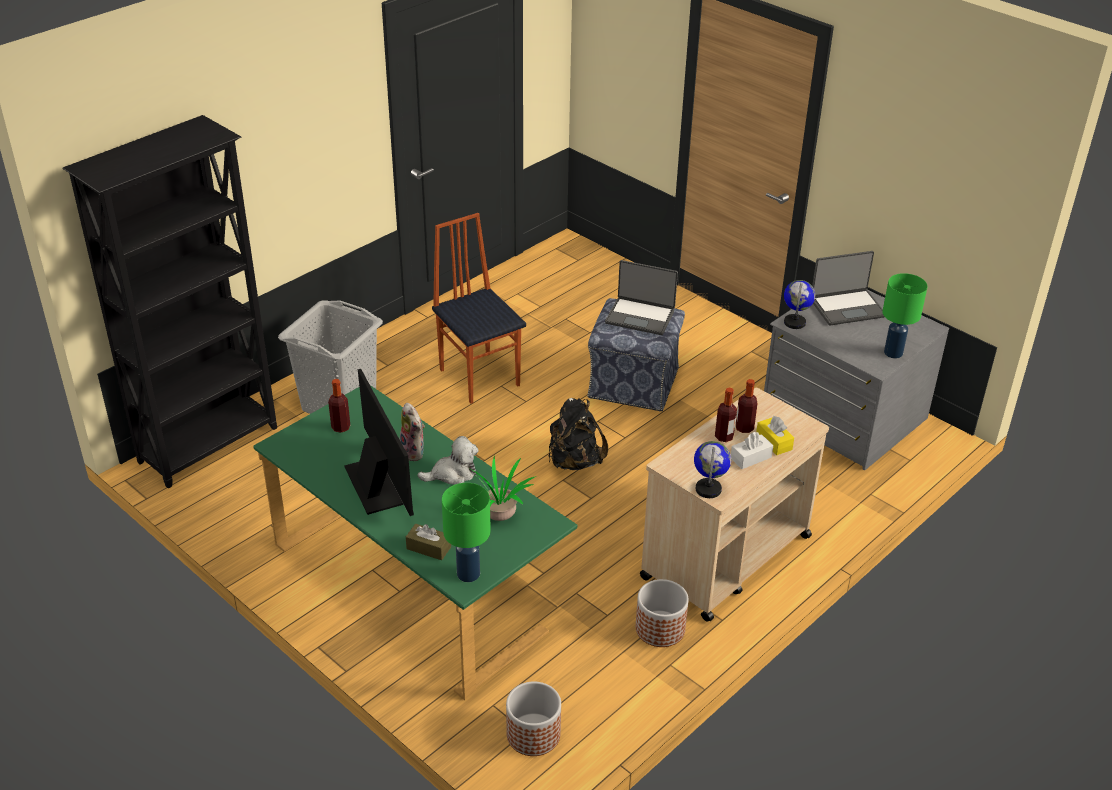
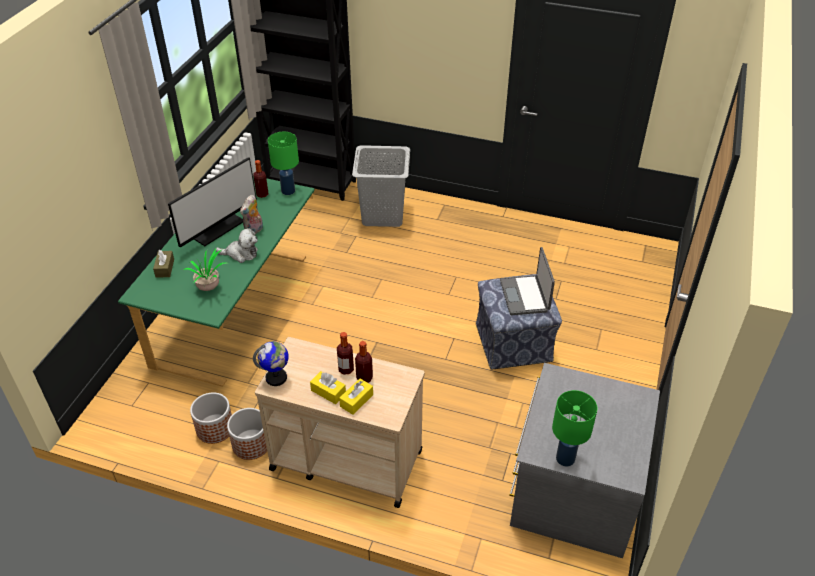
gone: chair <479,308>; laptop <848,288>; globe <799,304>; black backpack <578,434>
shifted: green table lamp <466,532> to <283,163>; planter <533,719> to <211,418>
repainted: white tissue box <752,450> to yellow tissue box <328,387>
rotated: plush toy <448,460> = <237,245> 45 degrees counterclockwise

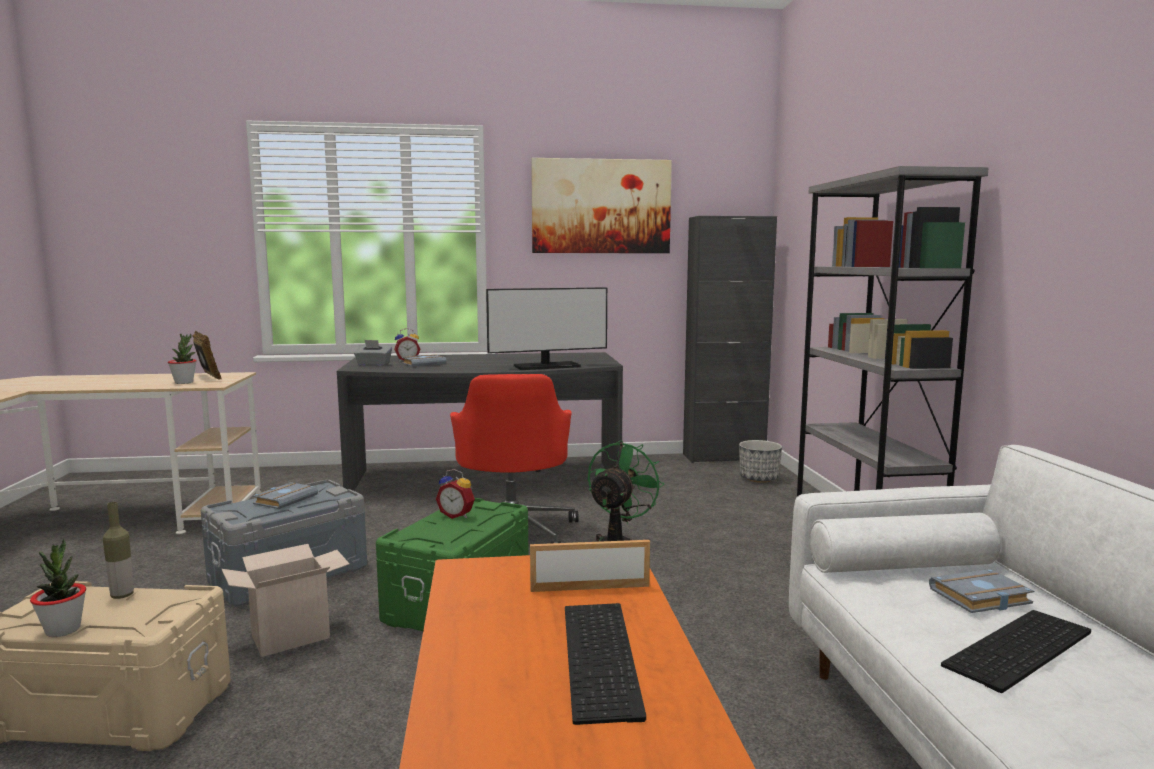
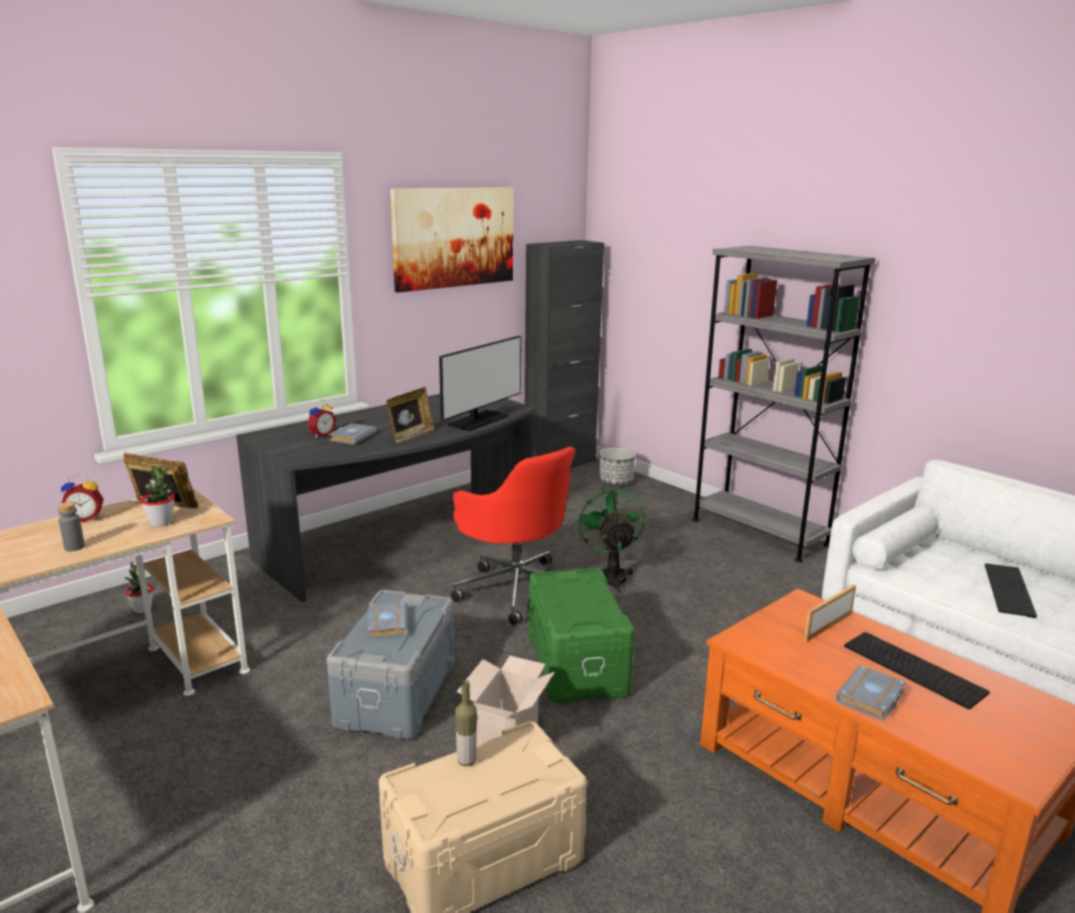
gone: grey tissue box <373,353>
new: picture frame <410,415>; grey bottle <71,526>
shifted: alarm clock <455,494> to <82,498>; potted plant <58,587> to <139,587>; grey book <981,591> to <870,693>

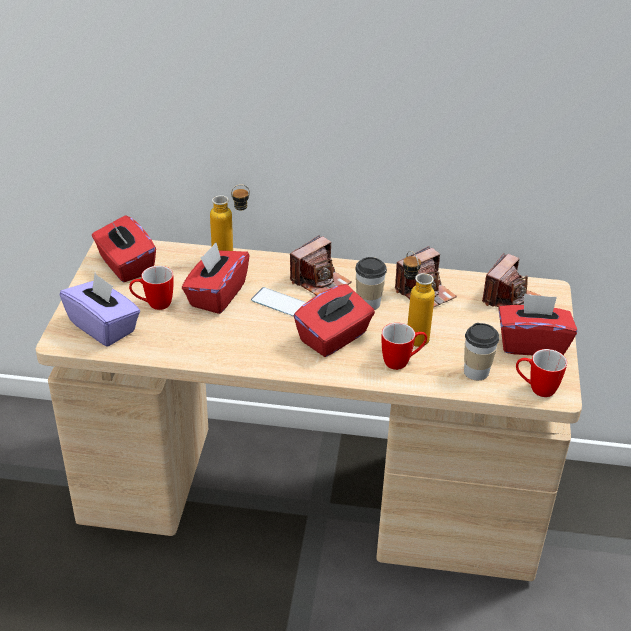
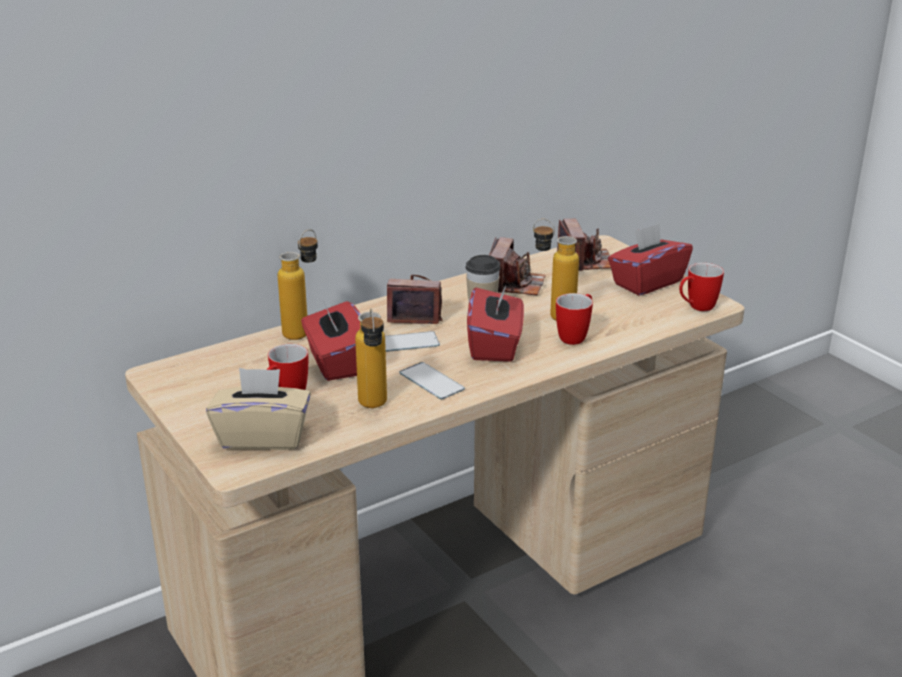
gone: red tissue box <124,248>; cup <481,351>
new: bottle <371,358>; phone <432,380>
repainted: purple tissue box <100,310> to beige tissue box <258,409>
rotated: photo camera <320,265> = <414,299> 90 degrees counterclockwise

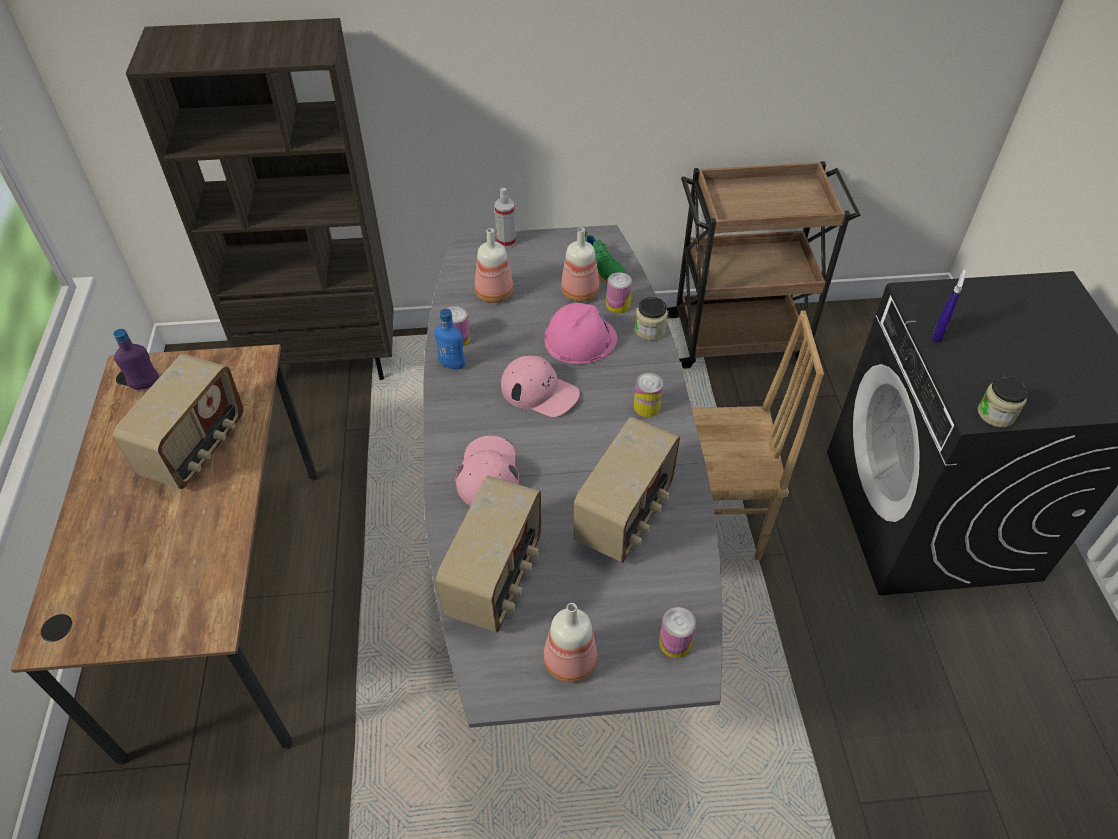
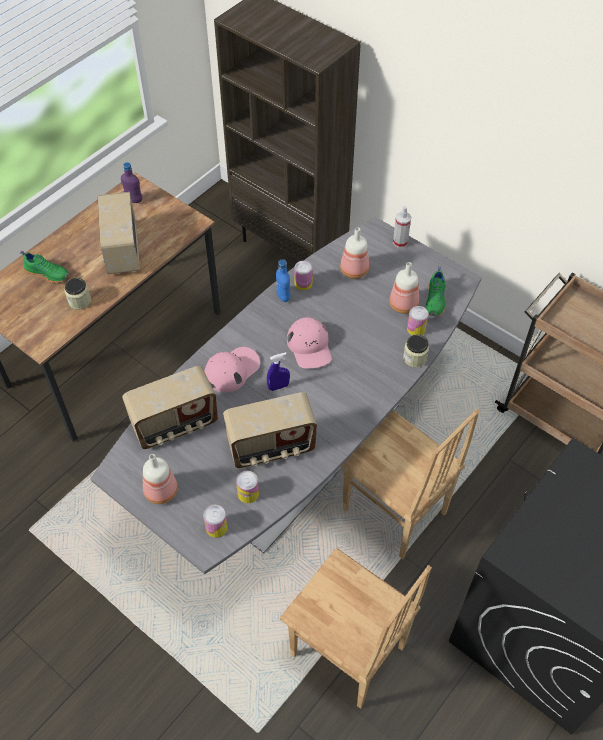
gone: pink hard hat <580,333>
new: green shoe <44,267>; brown chair <356,628>
shifted: blue spray bottle <949,306> to <278,371>; can <648,395> to <247,487>; jar <1003,401> to <78,294>
rotated: radio <178,421> = <119,233> 105 degrees clockwise

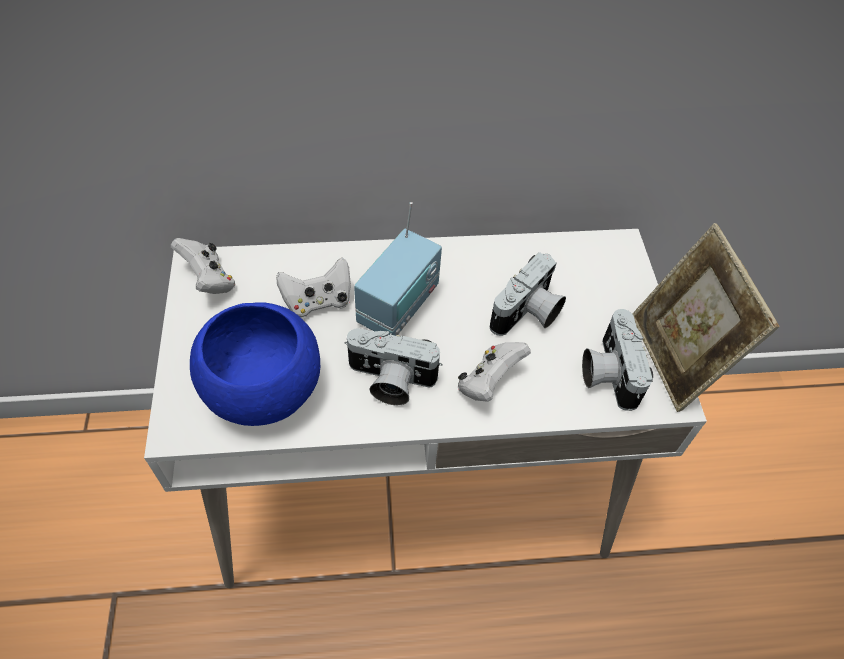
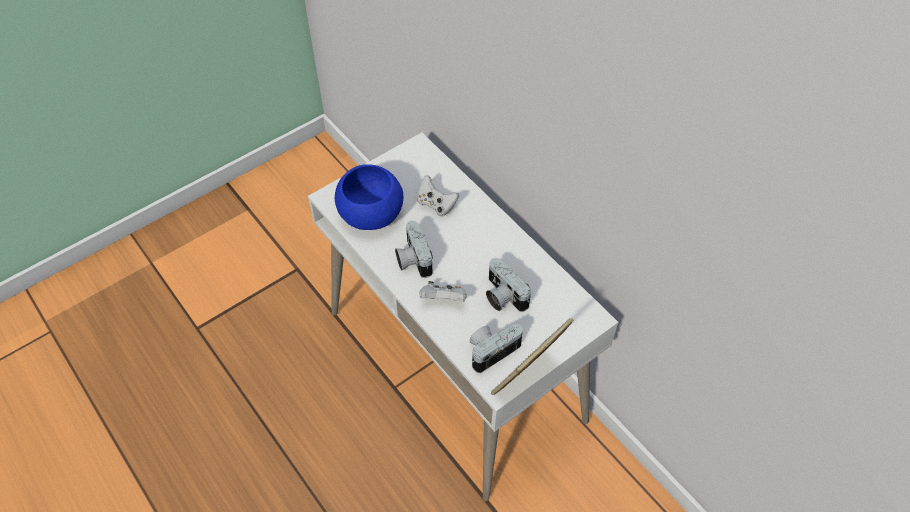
gone: radio <398,269>; white game controller <203,266>
rotated: photo camera <528,294> = <508,285> 45 degrees clockwise

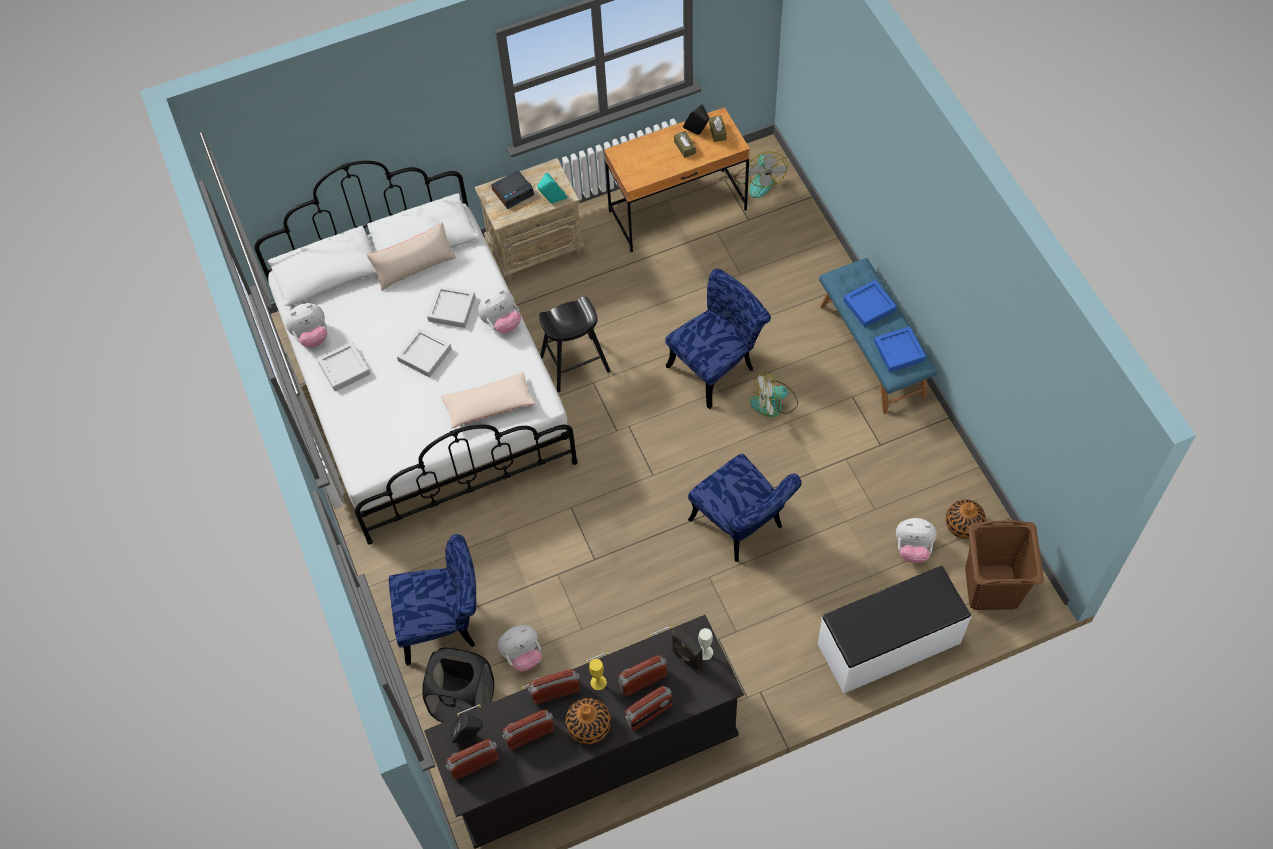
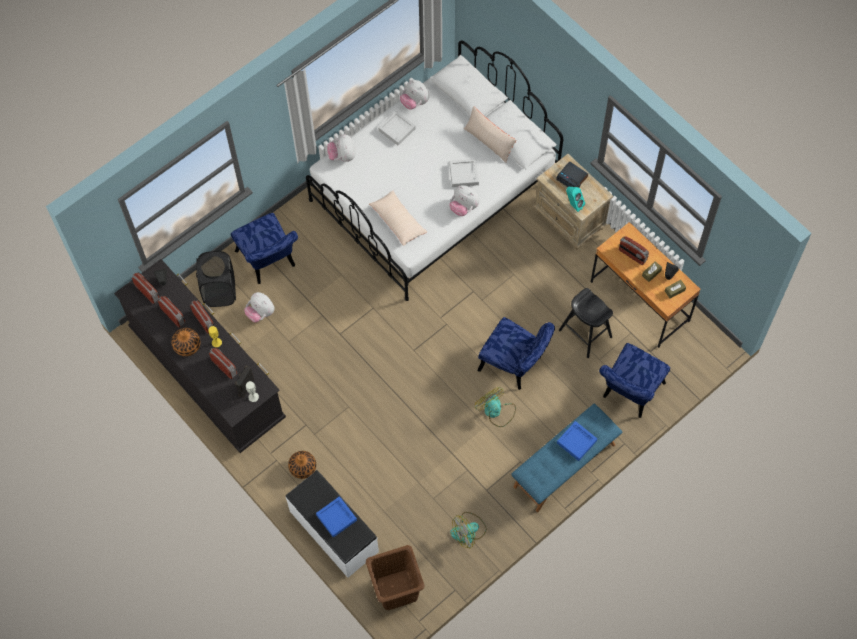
gone: grey tray <424,352>
shifted: fan <761,174> to <468,530>; black stool <574,344> to <586,323>; blue tray <900,349> to <336,516>; blue chair <745,507> to <634,380>; vase <966,519> to <302,465>; plush toy <916,540> to <341,148>; radio <648,708> to <634,250>

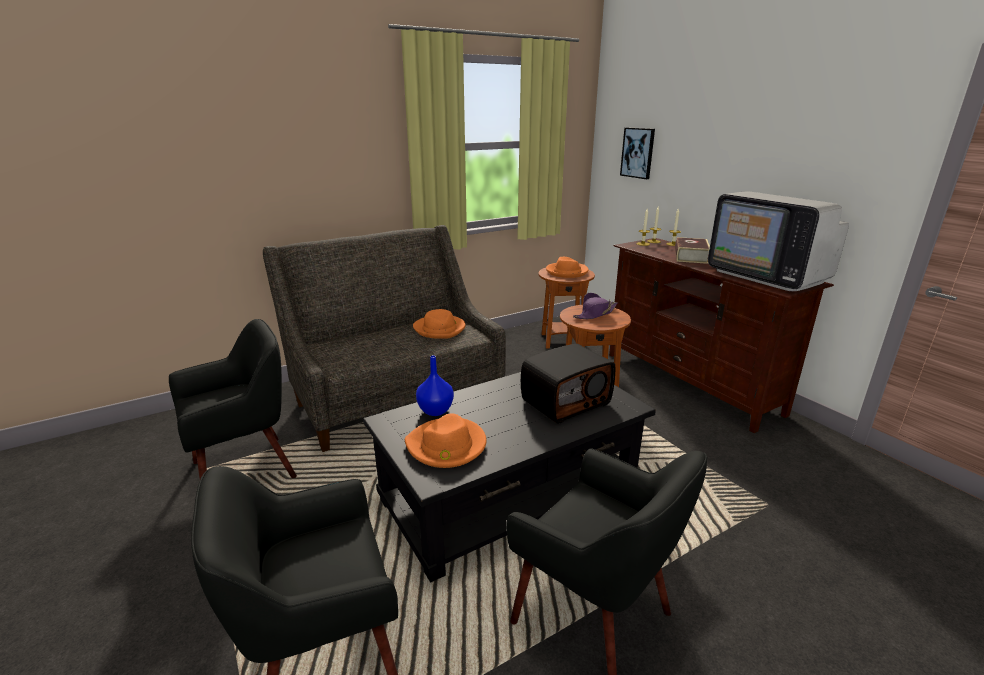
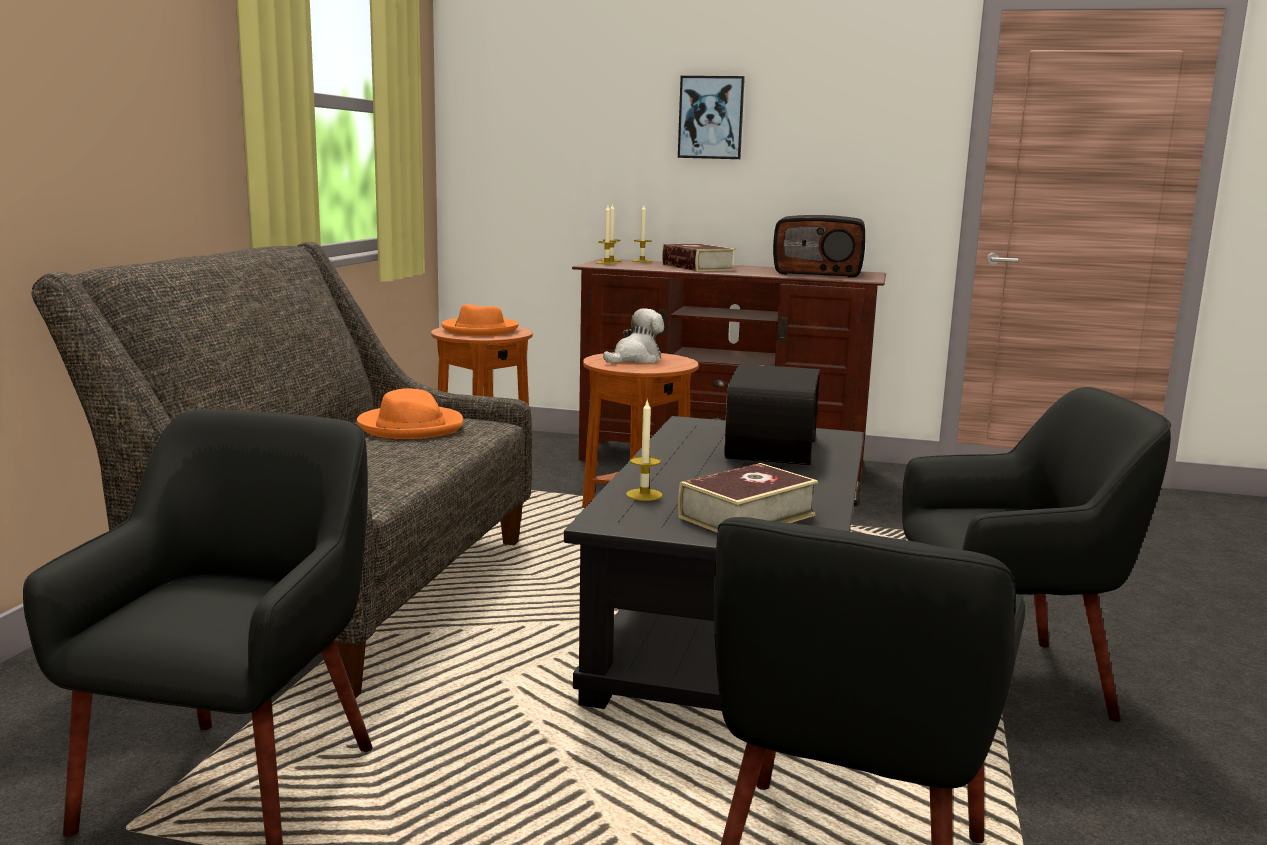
shifted: picture <637,153> to <711,117>
swapped: television <778,241> to radio <819,246>; purple hat <595,306> to plush toy <633,336>; blue vase <435,385> to candle <644,451>; orange hat <446,441> to book <748,498>

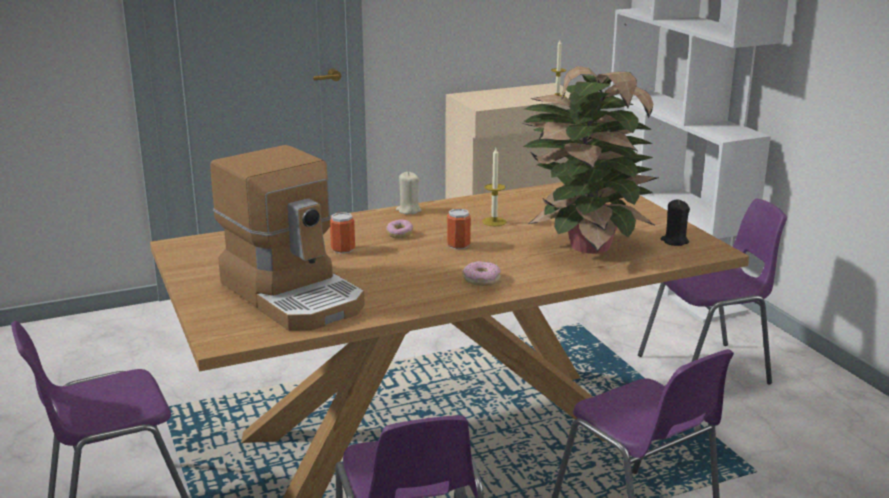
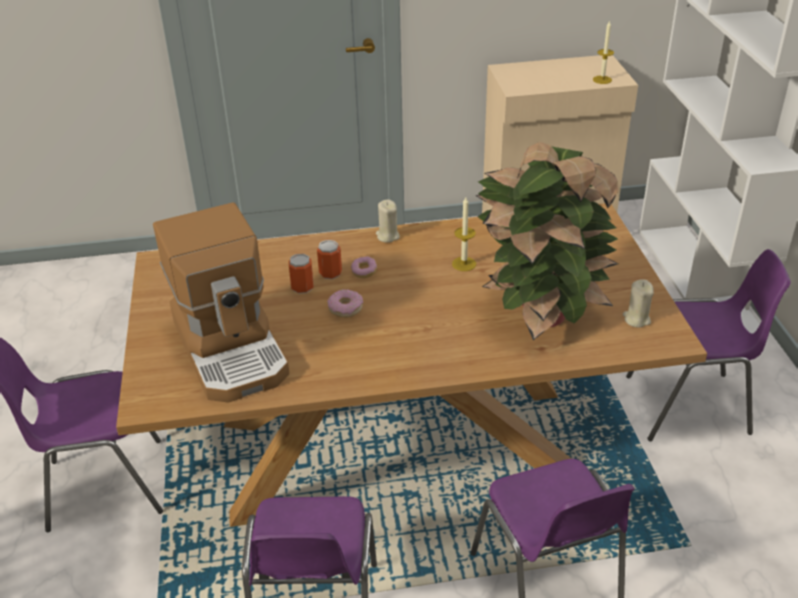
shifted: can <459,229> to <329,259>; donut <482,273> to <345,303>
repainted: black candle <675,223> to beige candle <638,303>

